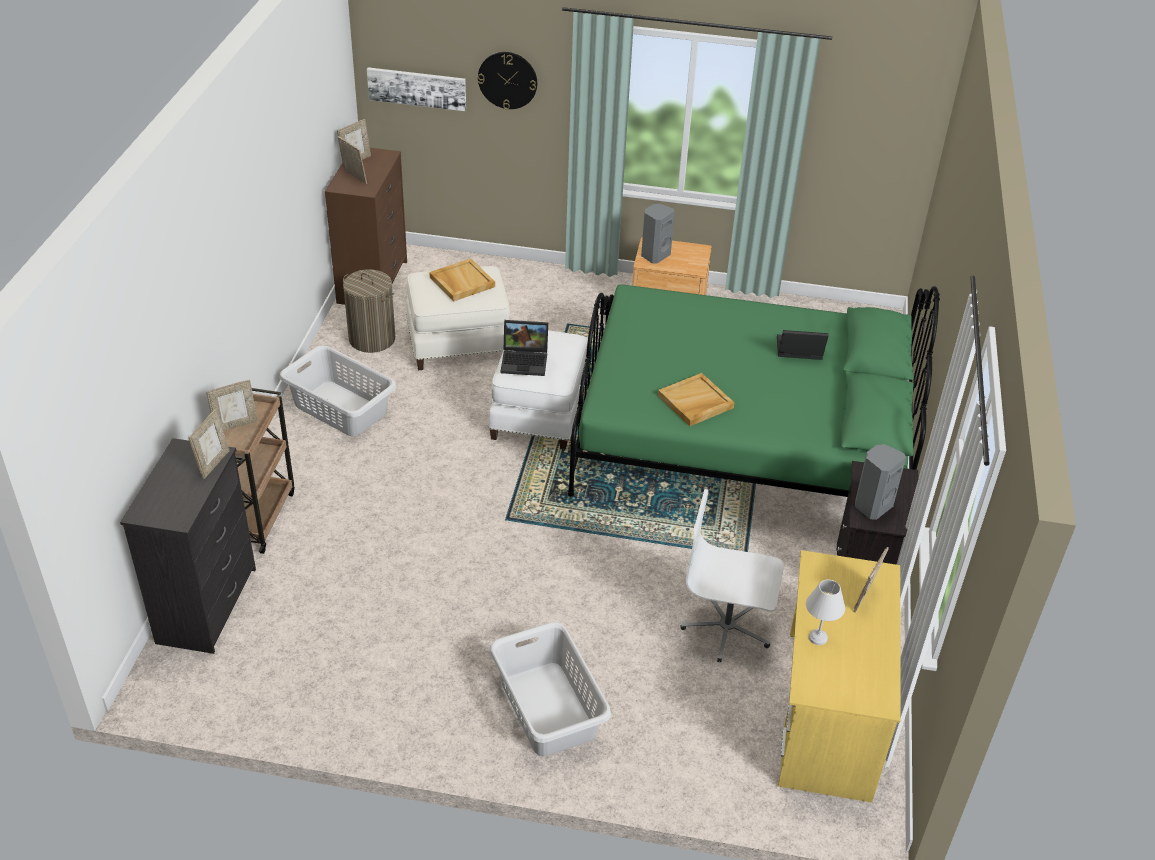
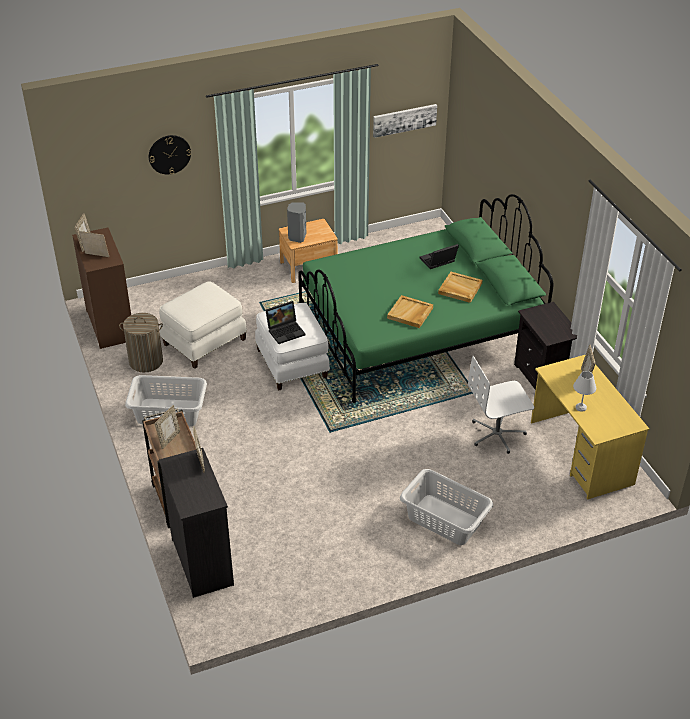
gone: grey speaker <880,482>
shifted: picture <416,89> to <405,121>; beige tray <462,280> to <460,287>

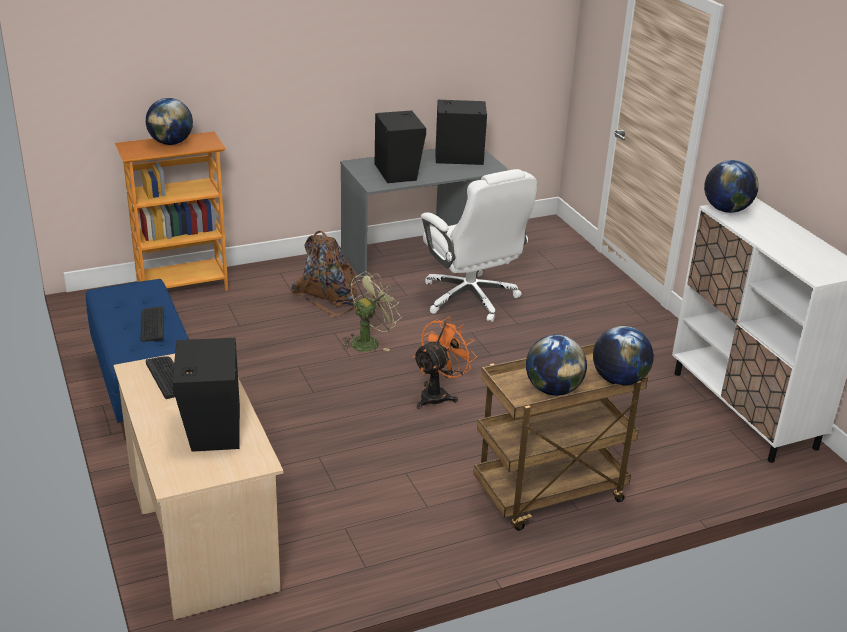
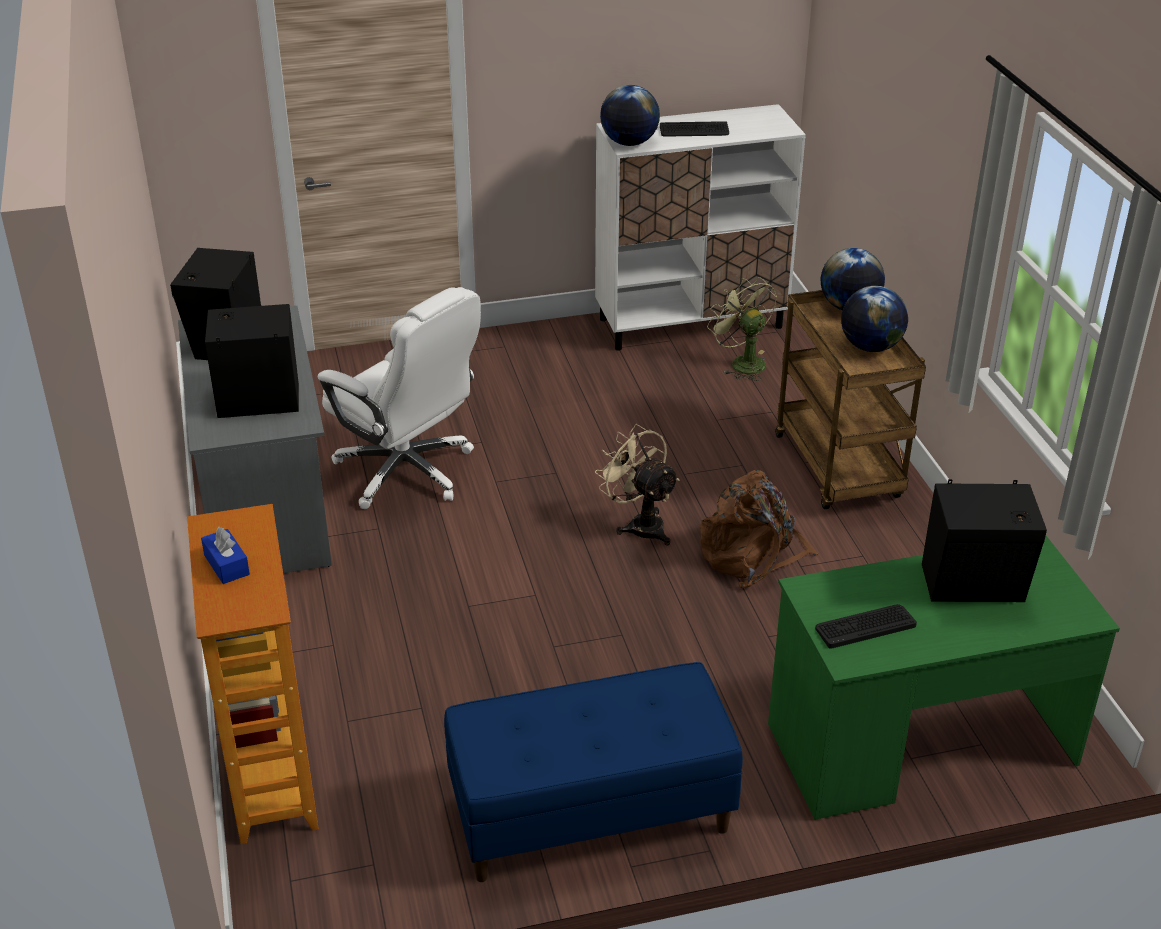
shifted: brown backpack <324,274> to <759,529>; green fan <372,311> to <742,329>; keyboard <152,324> to <694,129>
swapped: globe <169,121> to blue tissue box <225,555>
repainted: orange fan <445,363> to beige fan <637,485>; beige desk <198,487> to green desk <944,678>
rotated: white office chair <479,245> = <399,398> 60 degrees clockwise

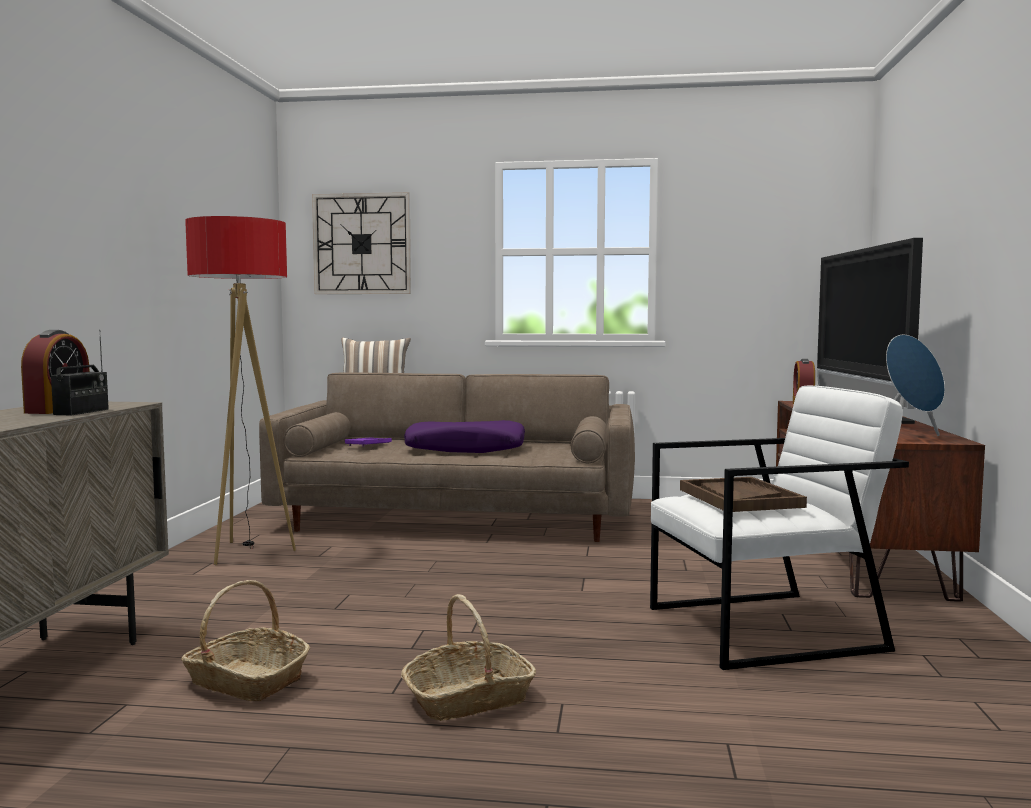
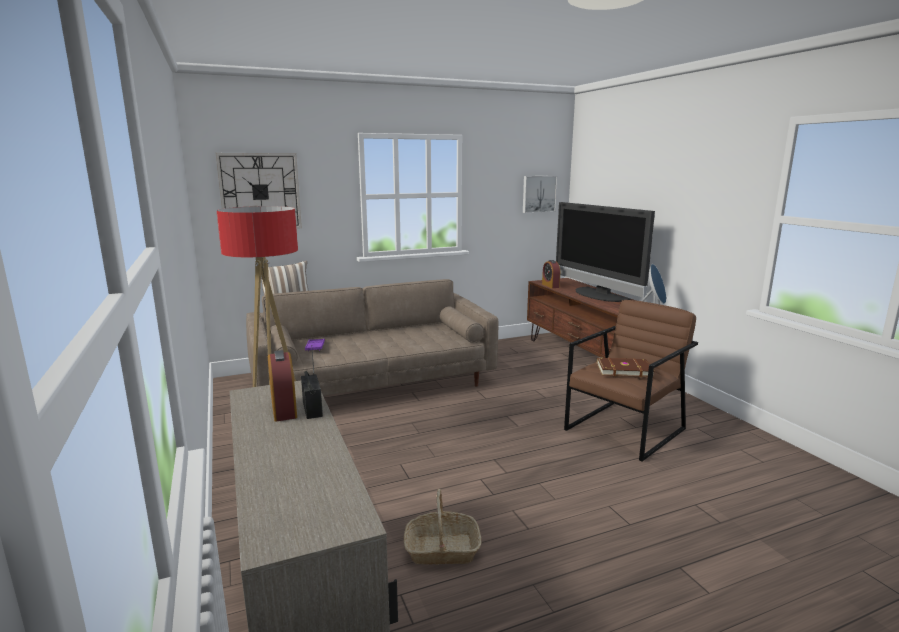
gone: purple pillow <464,436>; basket <468,657>
new: picture <540,194>
swapped: brown tray <743,494> to brown book <626,367>
repainted: white armchair <779,528> to brown armchair <631,380>

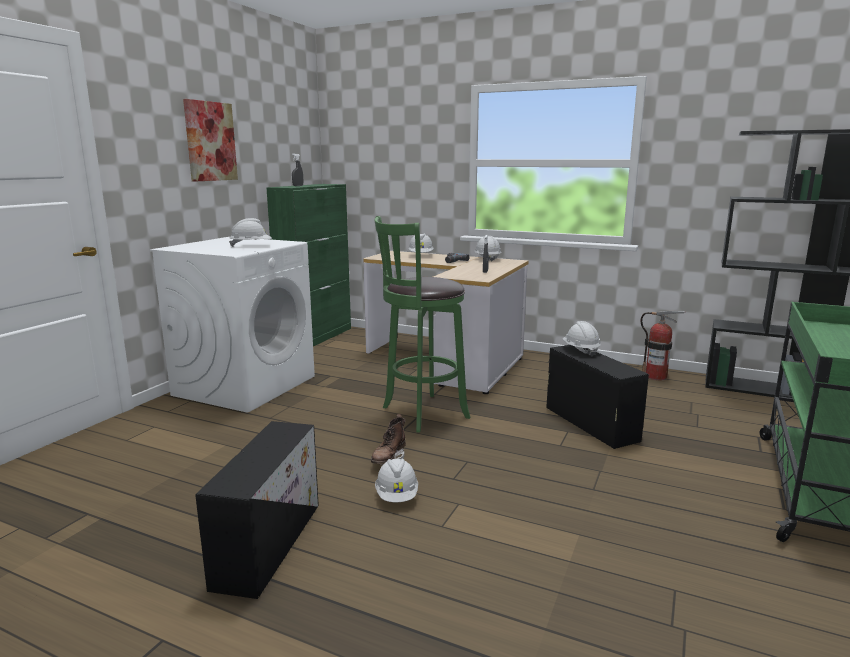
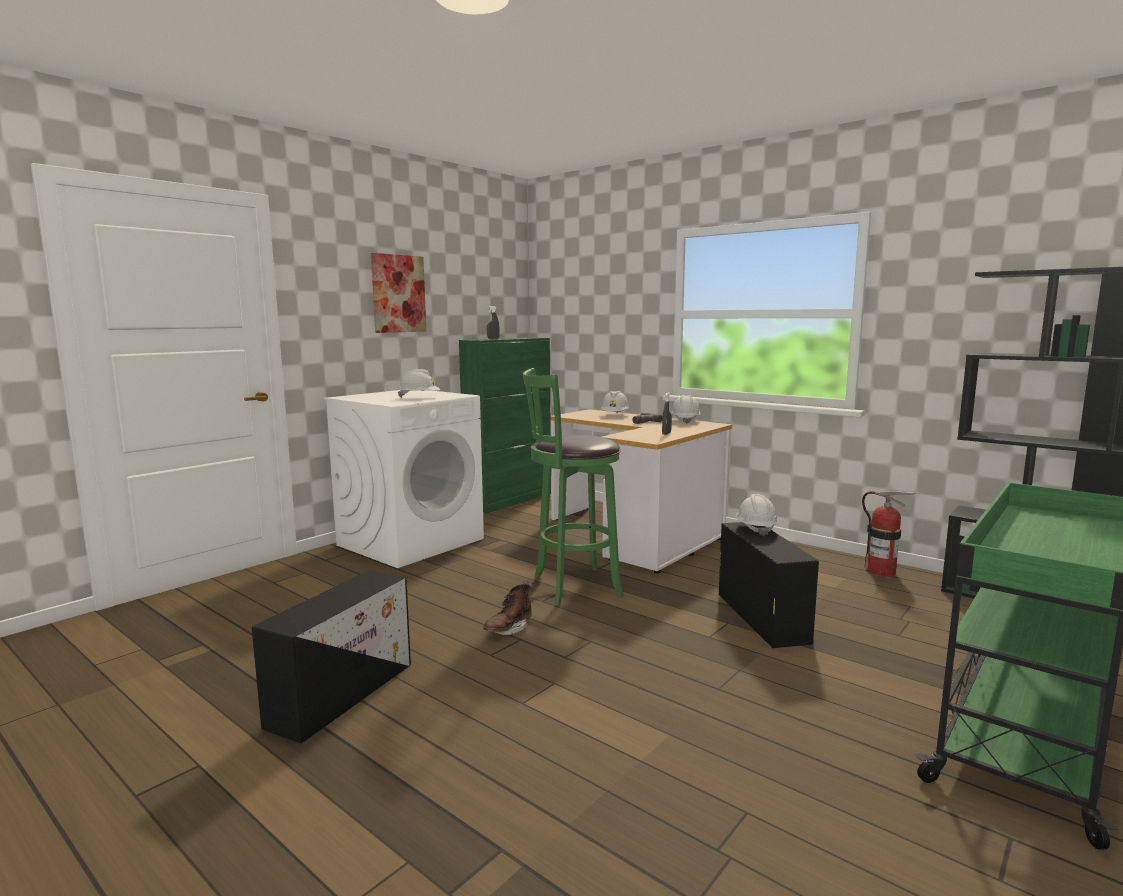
gone: white hard hat <396,480>

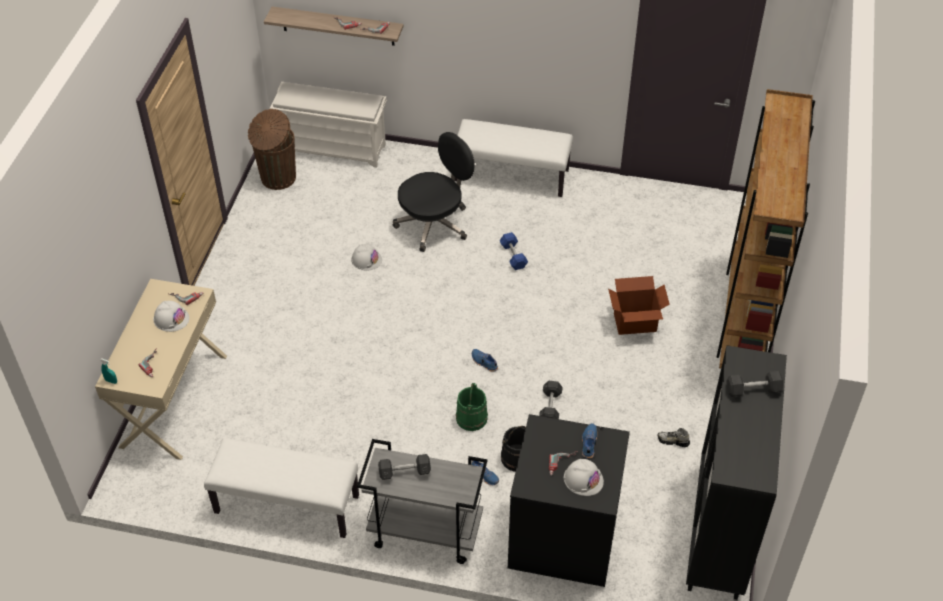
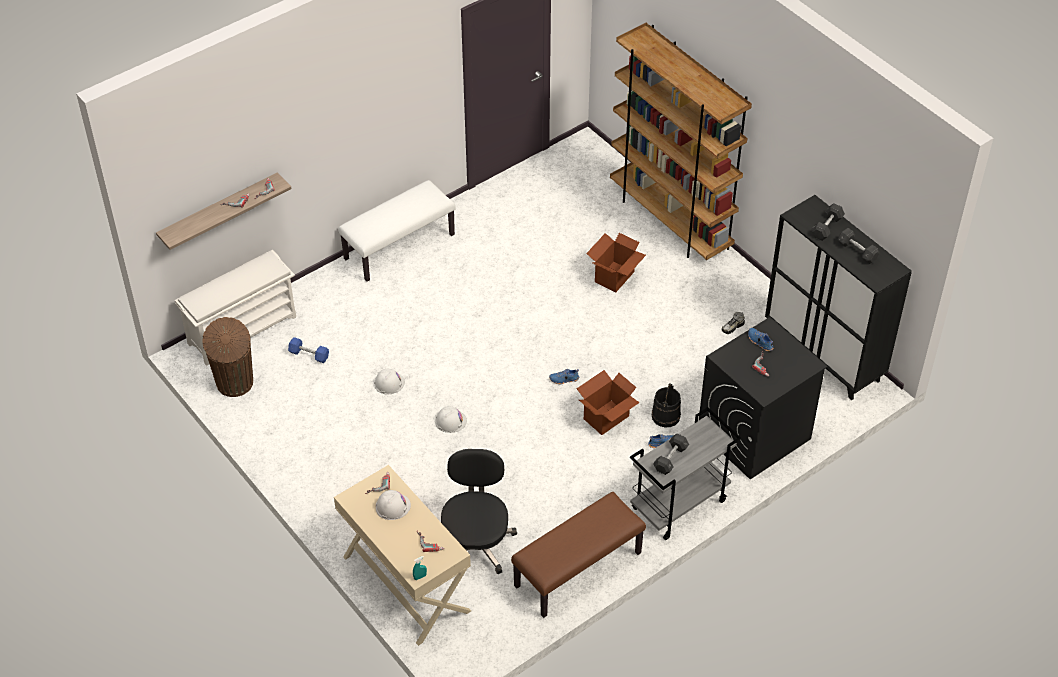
shifted: black office chair <434,192> to <479,511>; blue dumbbell <513,251> to <308,350>; grey dumbbell <551,400> to <858,246>; white hard hat <584,477> to <451,419>
swapped: green bucket <472,407> to cardboard box <608,402>
repainted: white bench <281,488> to brown bench <578,555>

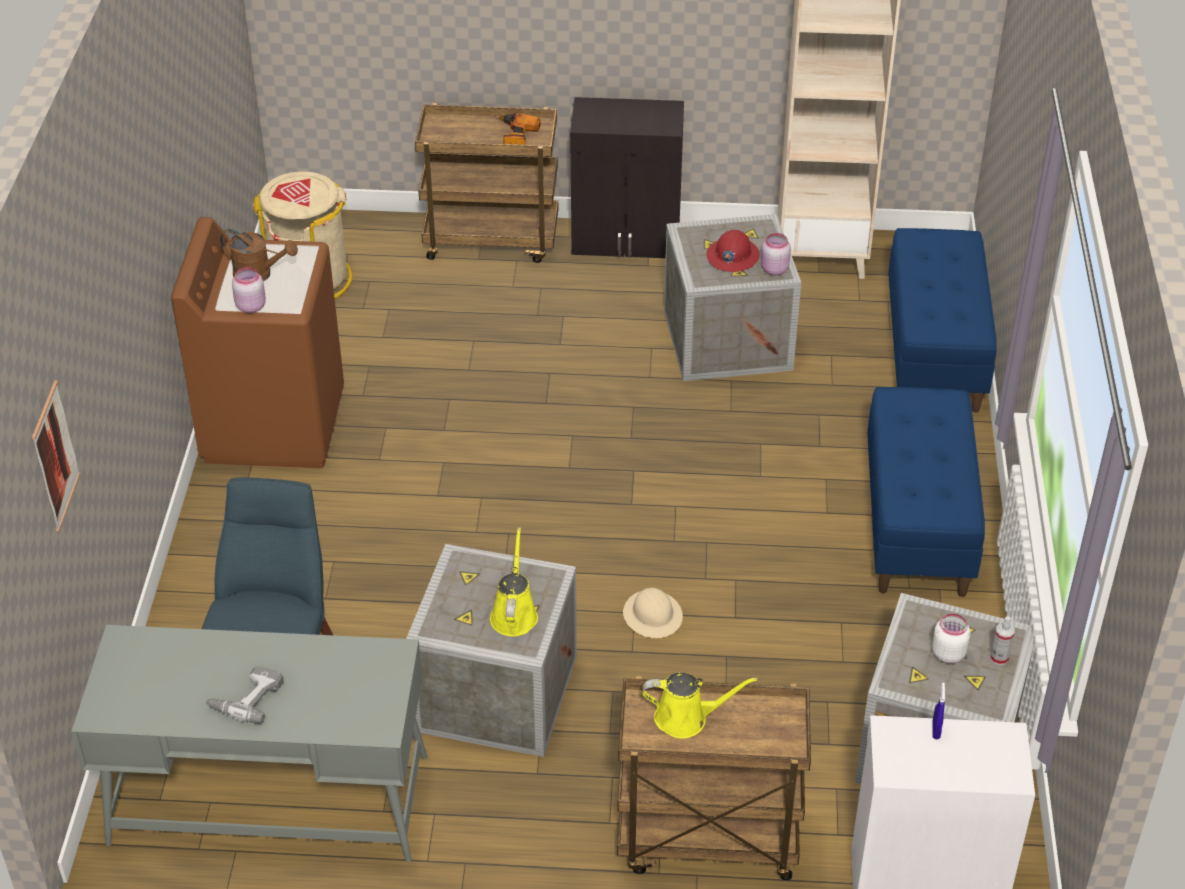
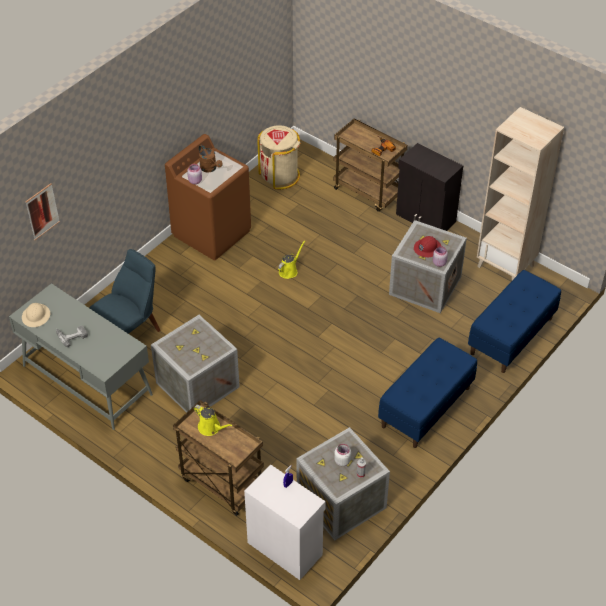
shifted: yellow watering can <514,582> to <291,260>; beige hard hat <653,612> to <36,315>

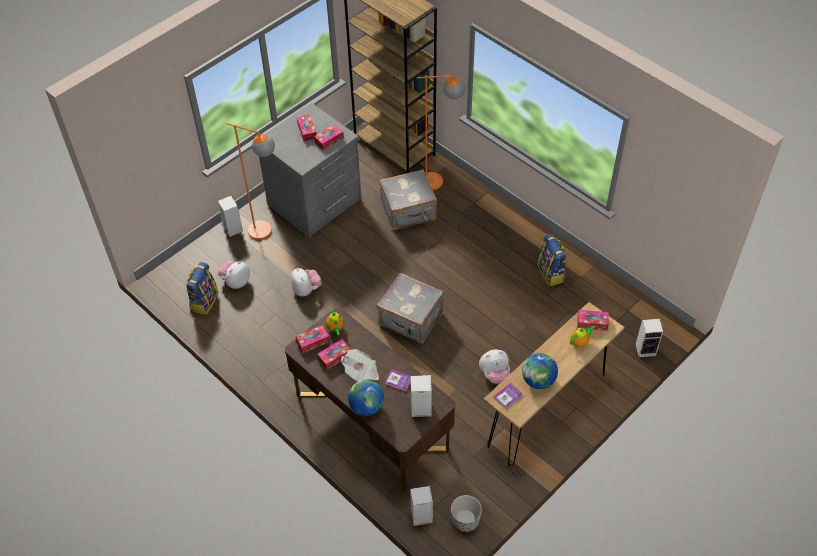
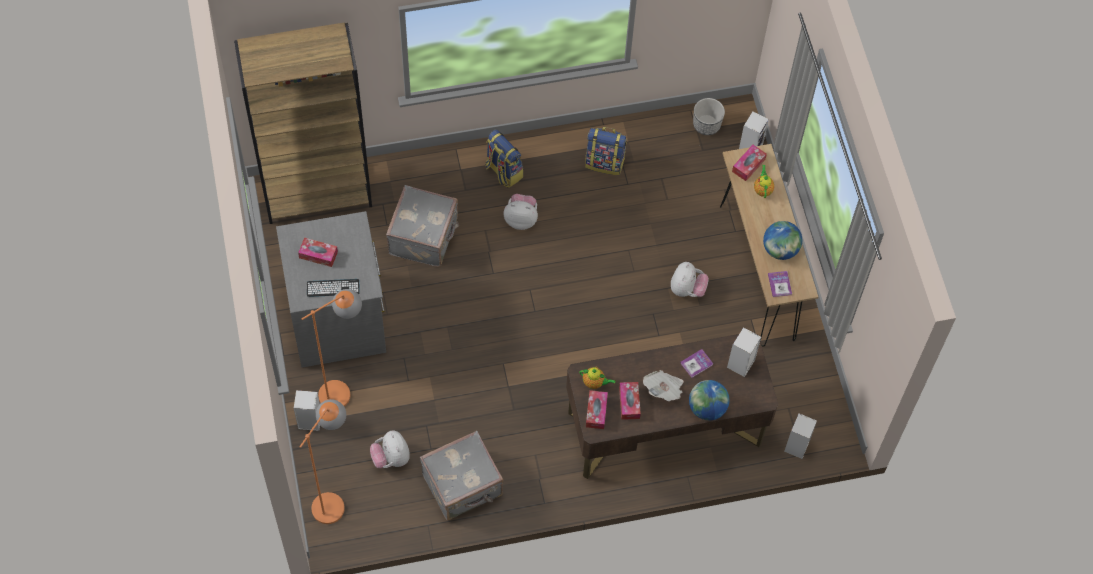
gone: tissue box <329,137>
new: keyboard <333,288>
shifted: orange floor lamp <441,132> to <322,461>; backpack <202,288> to <504,158>; plush toy <306,282> to <521,212>; grey suitcase <410,308> to <462,476>; planter <466,513> to <709,116>

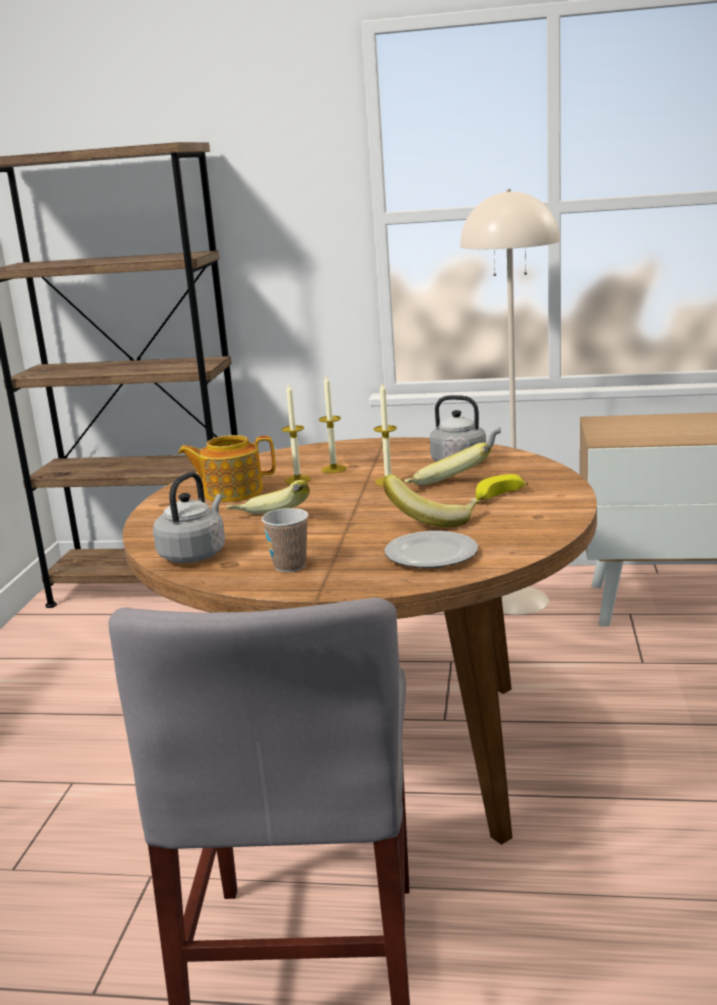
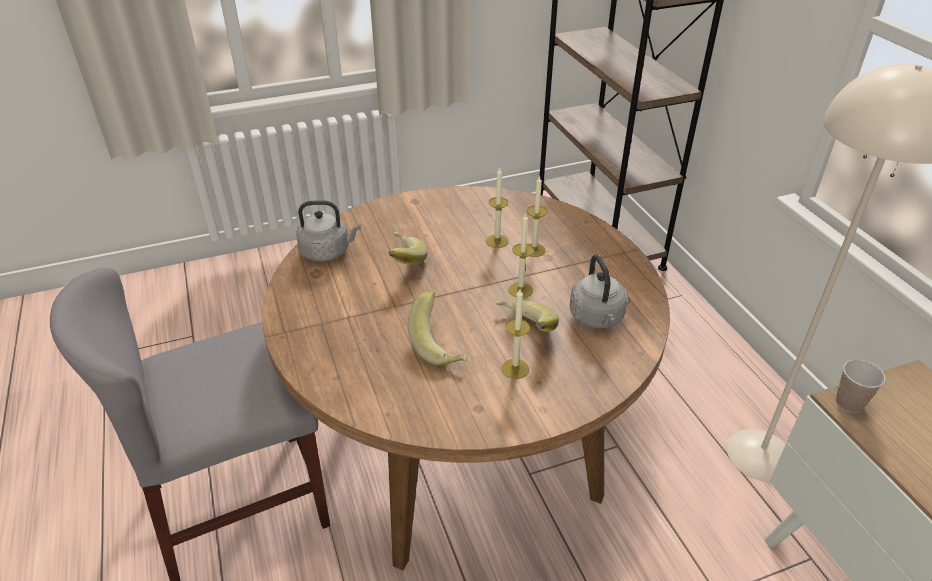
gone: teapot <226,468>; plate <431,549>
shifted: cup <285,540> to <861,386>
swapped: banana <502,487> to candle <516,334>

